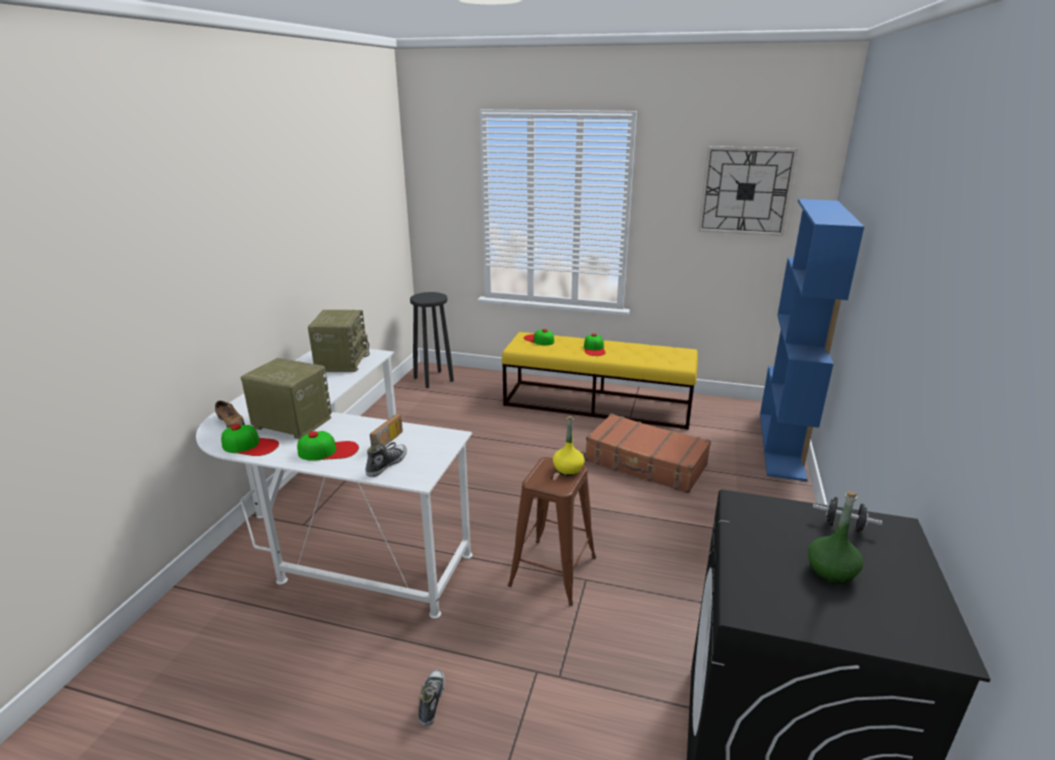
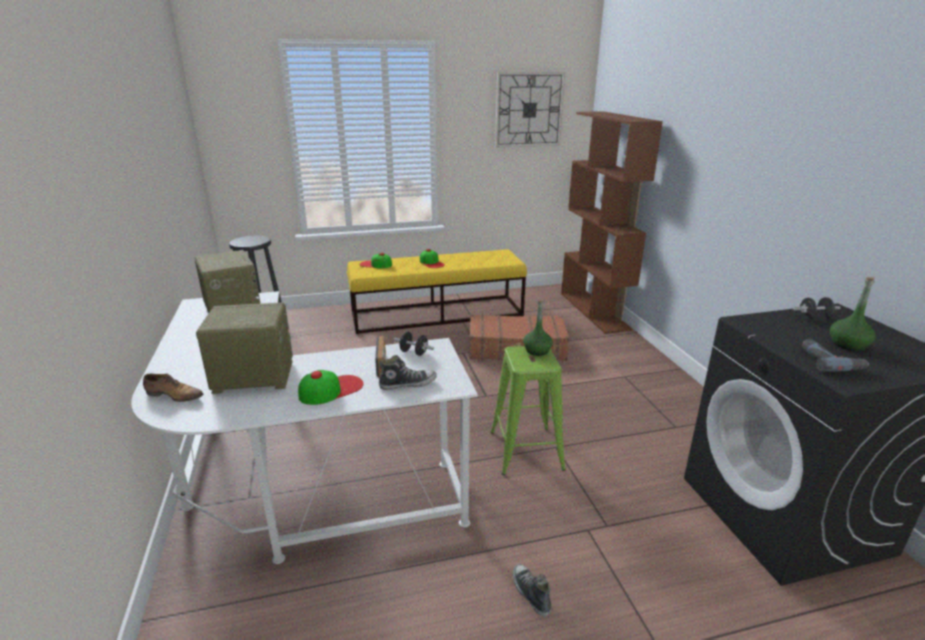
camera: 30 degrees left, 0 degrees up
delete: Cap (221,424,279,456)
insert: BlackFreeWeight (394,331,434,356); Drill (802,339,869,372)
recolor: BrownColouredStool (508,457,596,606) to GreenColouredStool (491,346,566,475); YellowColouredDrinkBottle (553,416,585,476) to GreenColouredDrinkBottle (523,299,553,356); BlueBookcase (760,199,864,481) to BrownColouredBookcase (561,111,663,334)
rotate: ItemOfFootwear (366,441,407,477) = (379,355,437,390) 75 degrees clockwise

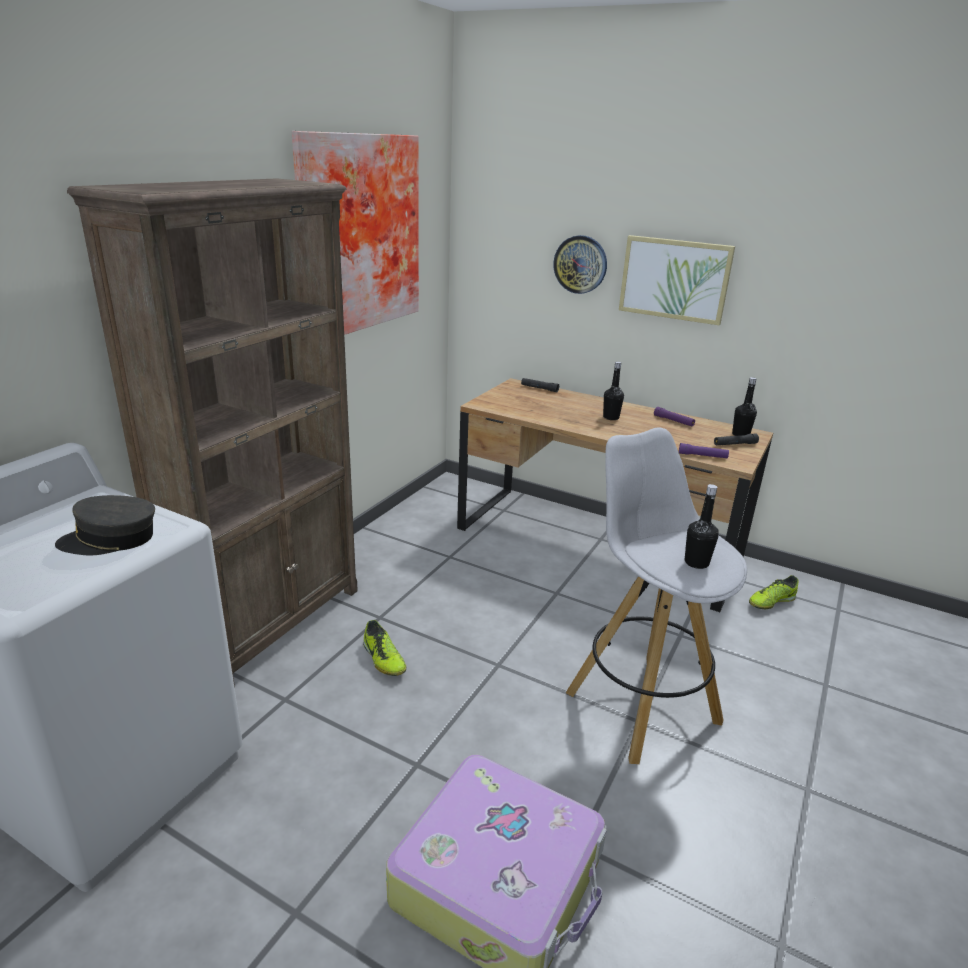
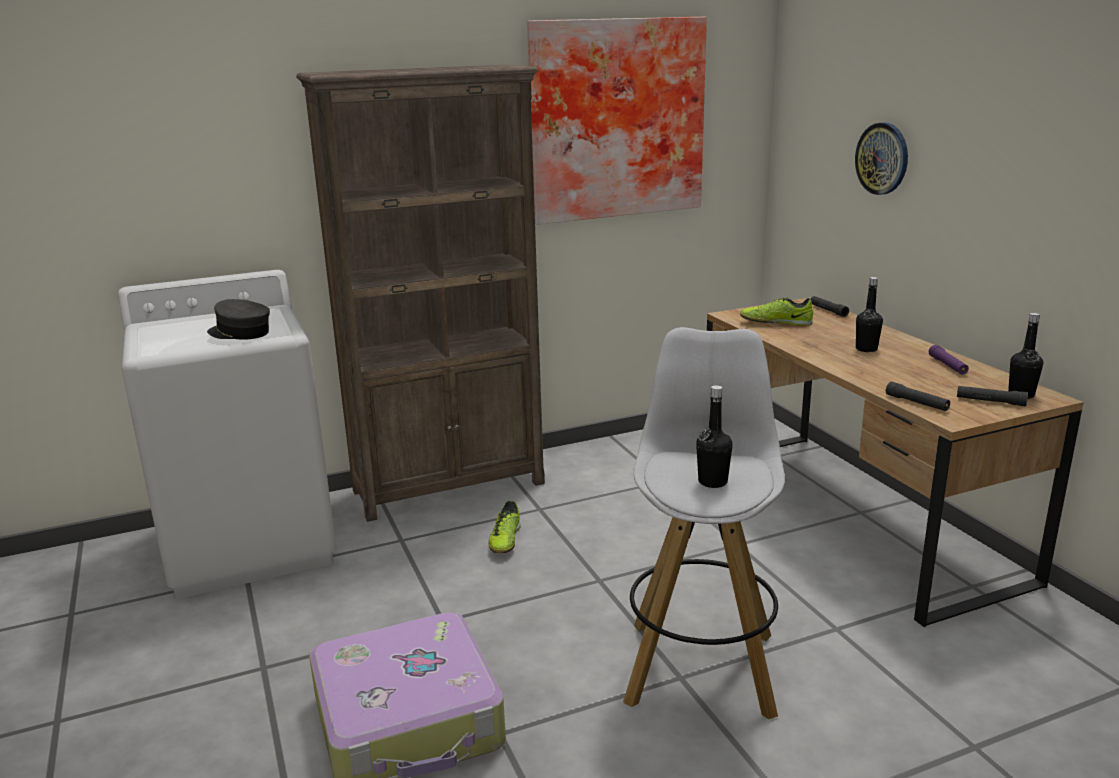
camera: 40 degrees right, 5 degrees down
delete: WallArt (619,235,735,325)
move: ItemOfFootwear (749,575,798,609) to (740,297,813,326)
recolor: PurpleColouredHandTorch (679,443,729,458) to BlackHandTorch (886,382,950,411)

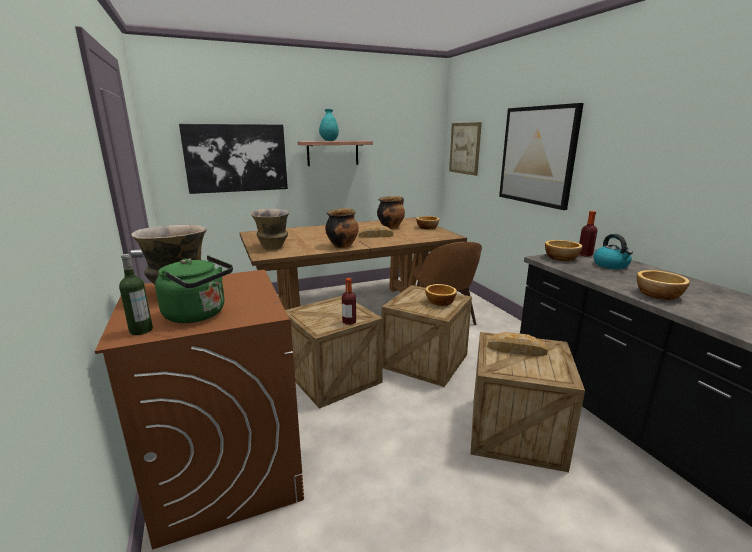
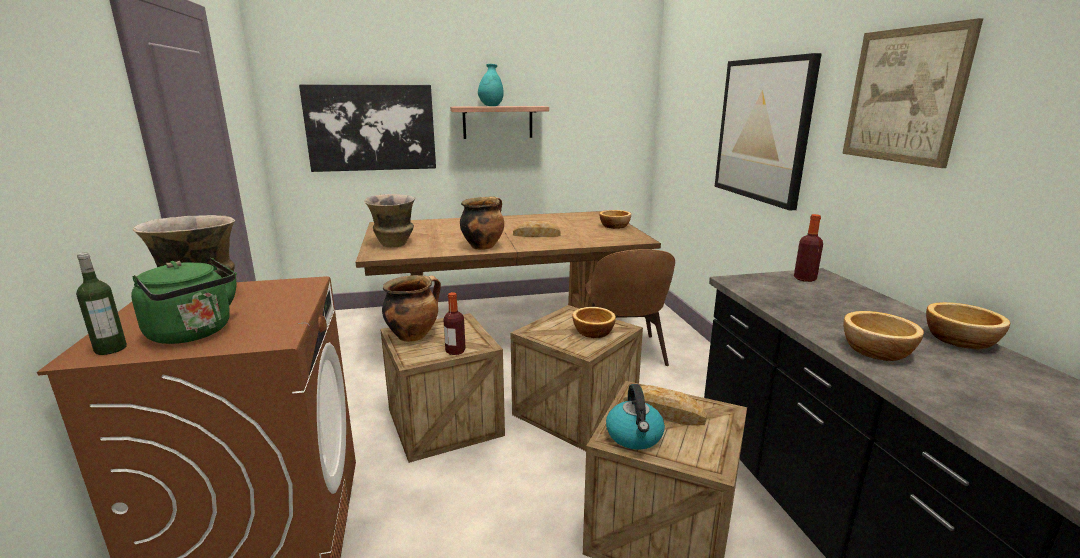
camera: 10 degrees right, 0 degrees up
move: Saucepot (377,196,405,229) to (382,275,441,342); WallArt (449,122,482,176) to (842,18,983,168); DeepDish (545,240,583,261) to (926,302,1010,349); TeaKettle (594,234,633,269) to (606,384,665,450)

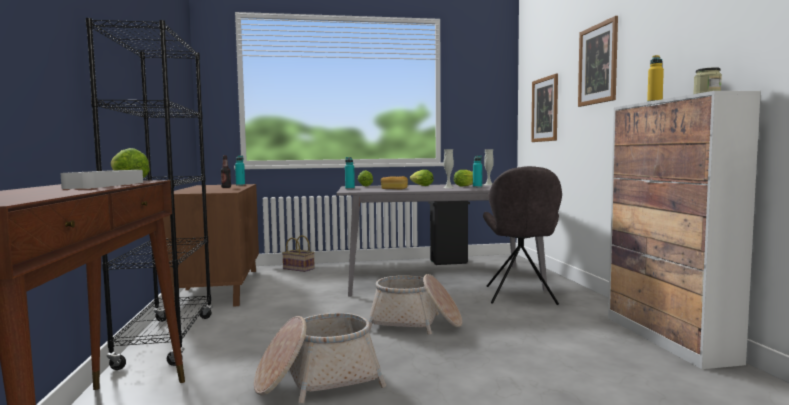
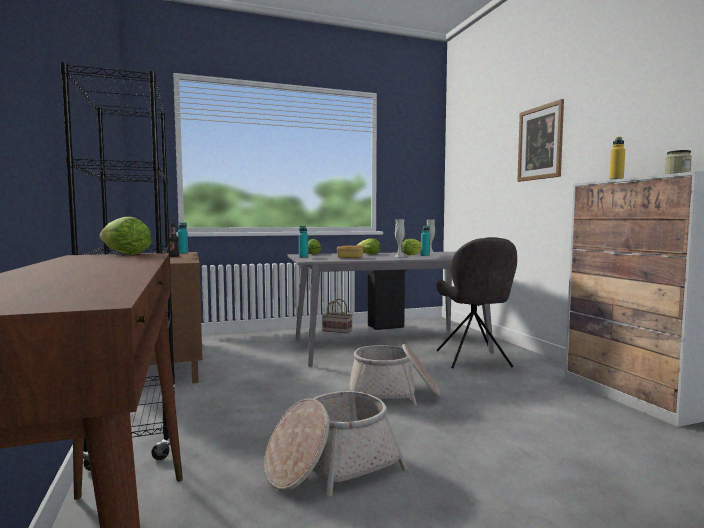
camera: 10 degrees left, 0 degrees up
delete: GreyServingTray (60,170,143,189); WallArt (531,74,558,142)
move: Basket (282,235,315,272) to (322,299,353,333)

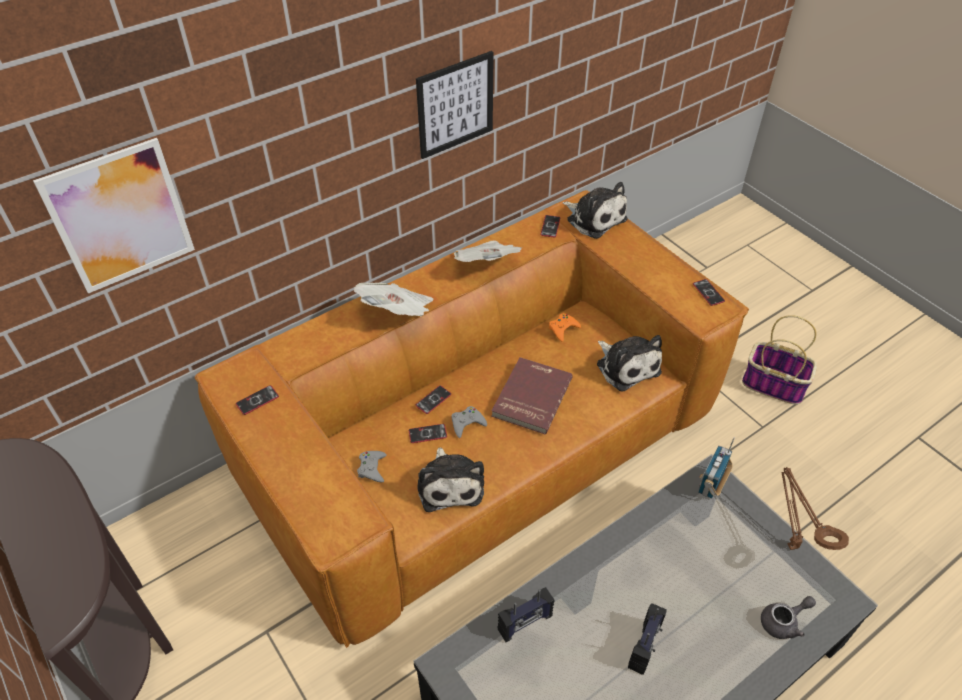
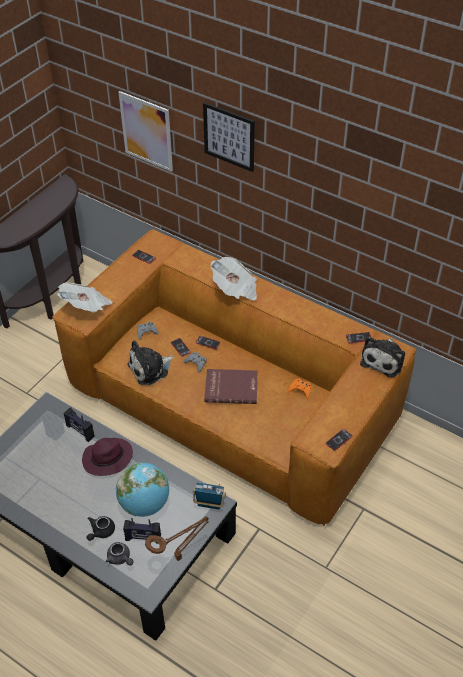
camera: 70 degrees right, 0 degrees up
delete: CuddlyToy (597,335,662,392); Basket (742,315,817,405)
insert: PurpleColouredClothingHat (82,438,133,476); BlackTeaPot (87,516,115,541); DeskGlobe (116,463,169,517)
move: WallArt (416,51,494,159) to (203,102,255,172); DailyPaper (454,240,522,262) to (57,282,113,312); Radio (628,603,667,675) to (123,518,161,544)

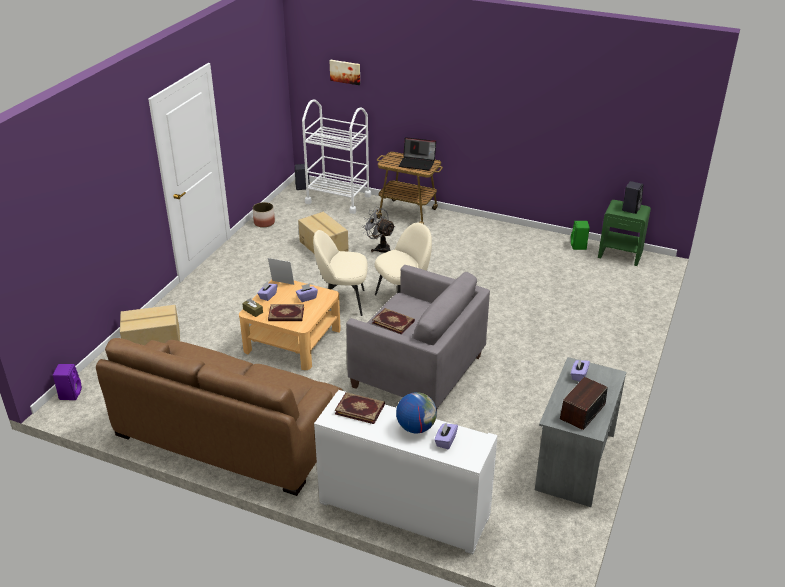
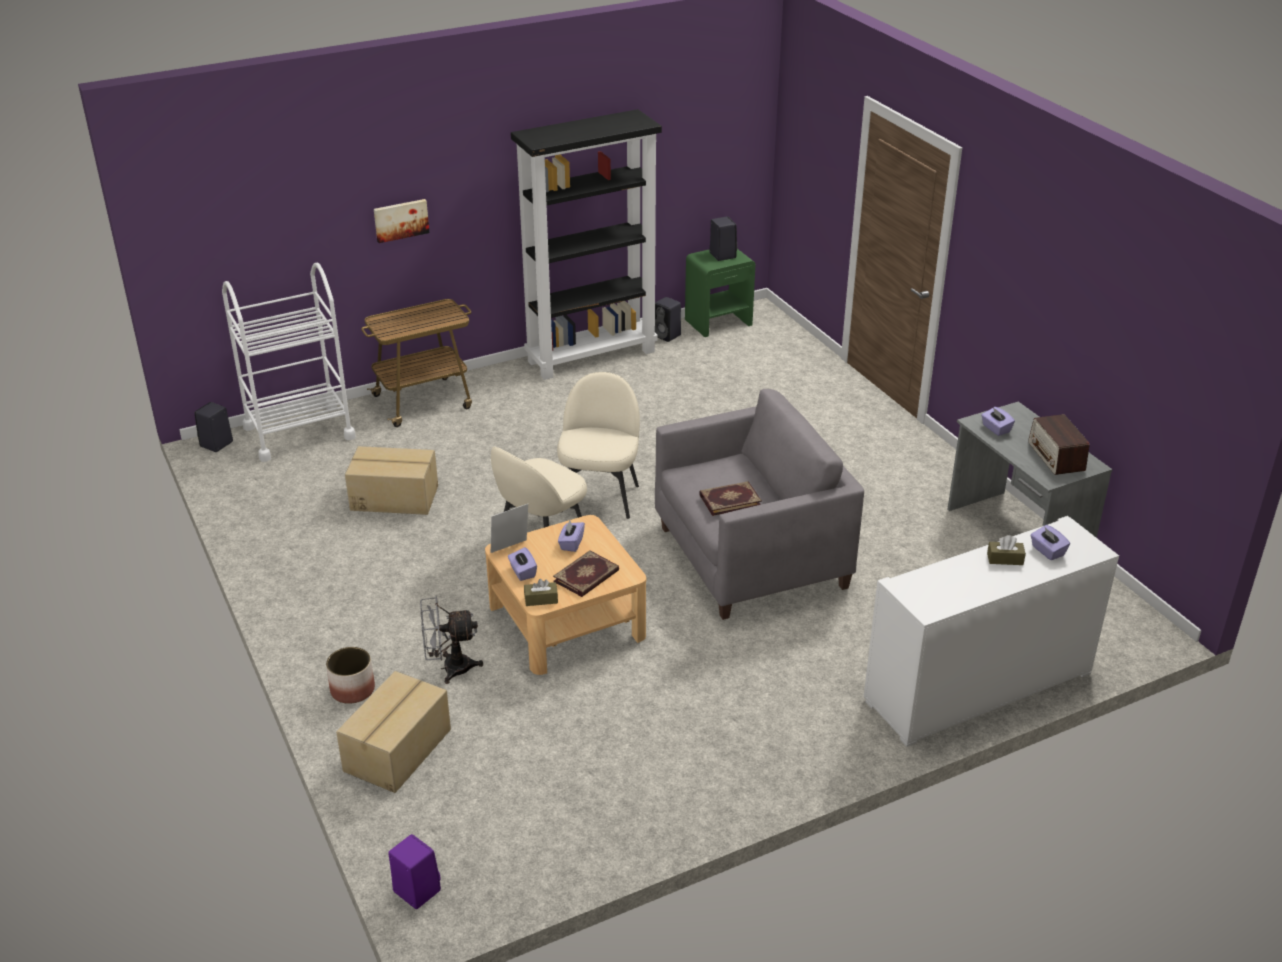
camera: 50 degrees left, 0 degrees up
delete: BrownColouredSettee (96,338,343,496); Volume (335,392,385,424); Laptop (399,137,436,171)
insert: BlackBookcase (511,109,662,380)
move: Planter (253,202,275,228) to (326,647,375,704); WallArt (329,60,360,85) to (374,199,429,243); GreyFan (363,207,395,253) to (420,596,483,684)
replace: DeskGlobe (396,392,437,433) to BrownColouredTissueHolder (987,535,1026,565)
recolor: GreenColouredSpeaker (571,221,590,250) to BlackSpeaker (655,297,681,342)

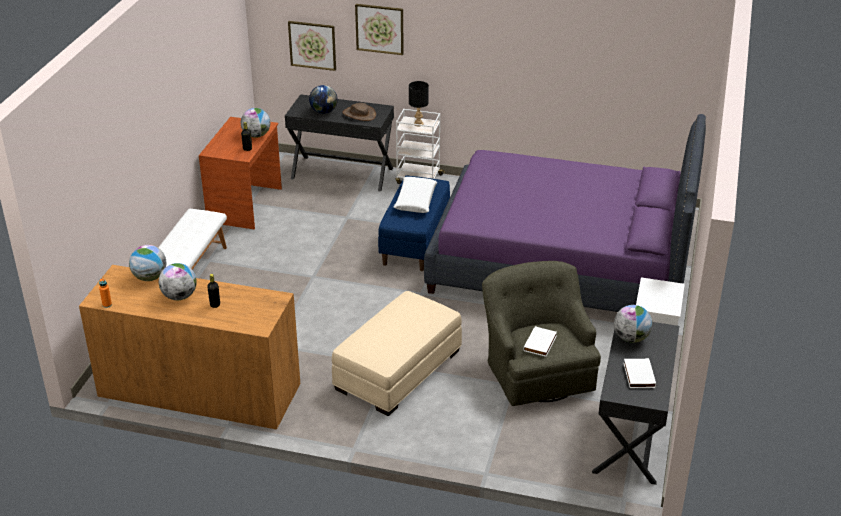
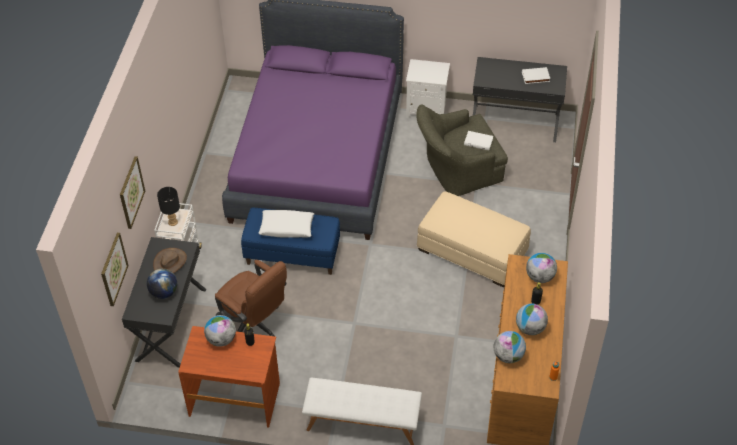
camera: 95 degrees left, 15 degrees up
insert: BrownColouredDeskChair (215,260,287,336)
move: DeskGlobe (614,305,652,343) to (526,252,557,283)

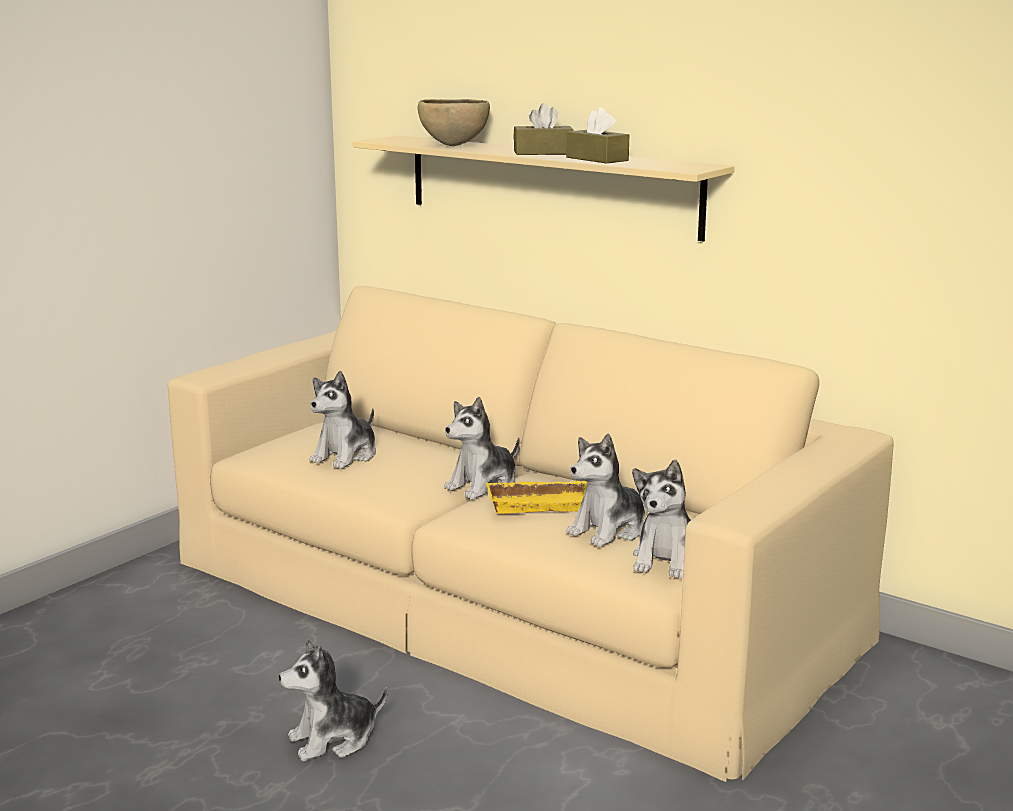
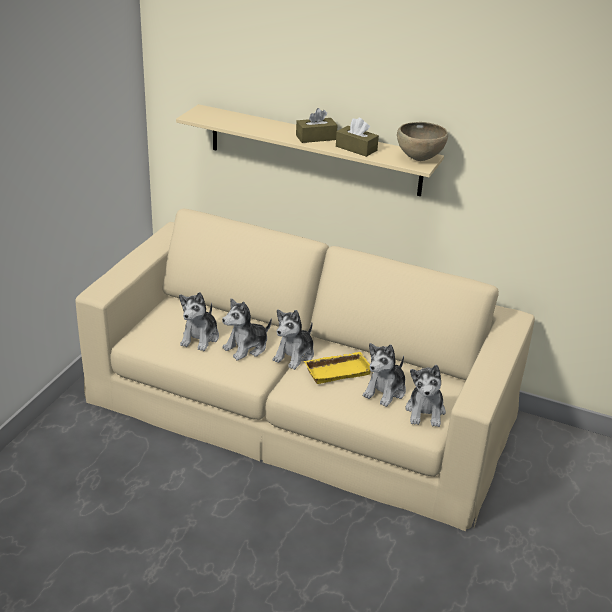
camera: 15 degrees left, 15 degrees up
move: CuddlyToy (279,639,388,761) to (222,298,272,360); BrownColouredDeepDish (418,99,490,146) to (397,122,448,161)

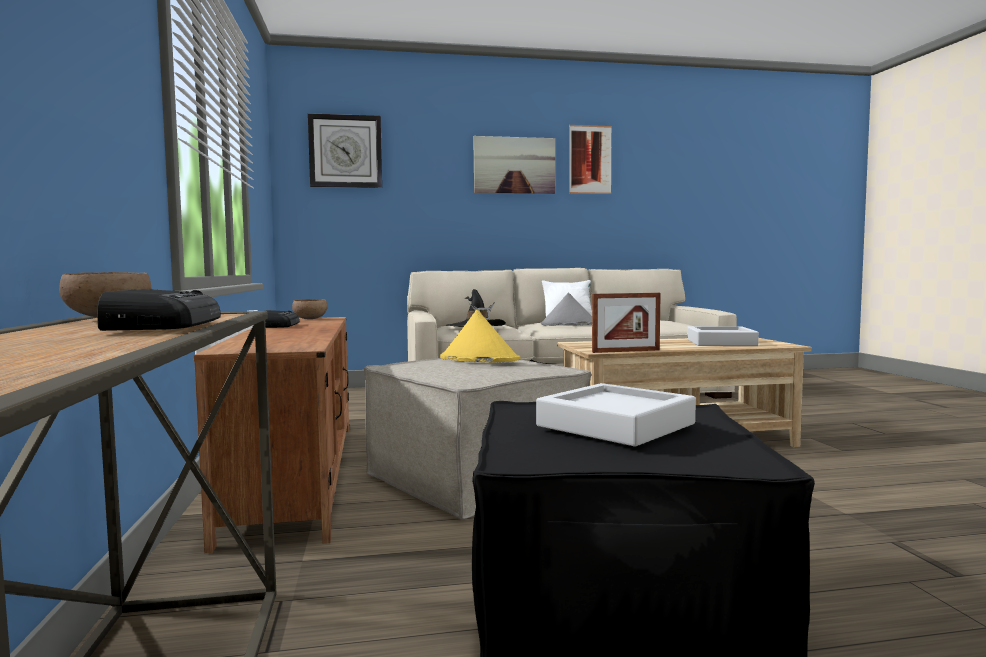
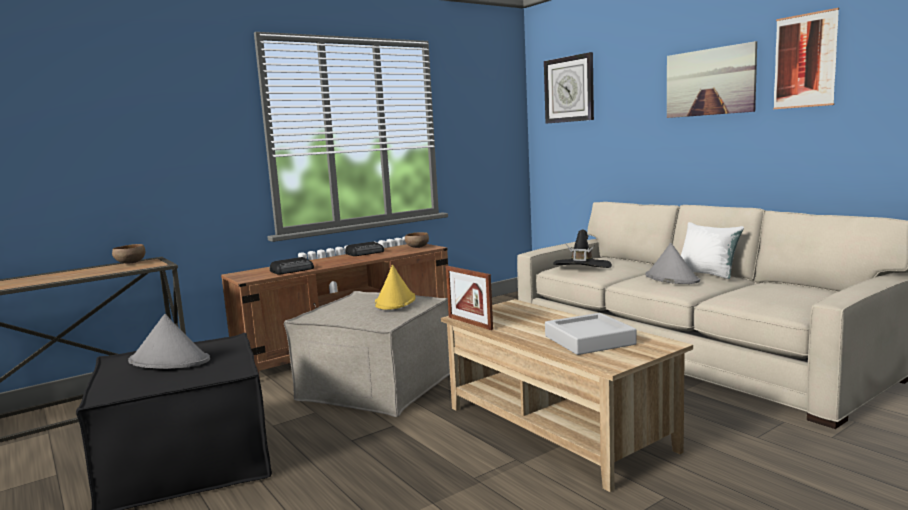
camera: 65 degrees right, 5 degrees up
move: Radio (97,289,221,331) to (270,257,314,274)
replace: GreyServingTray (536,383,696,446) to GreyClothingHat (128,314,210,369)

